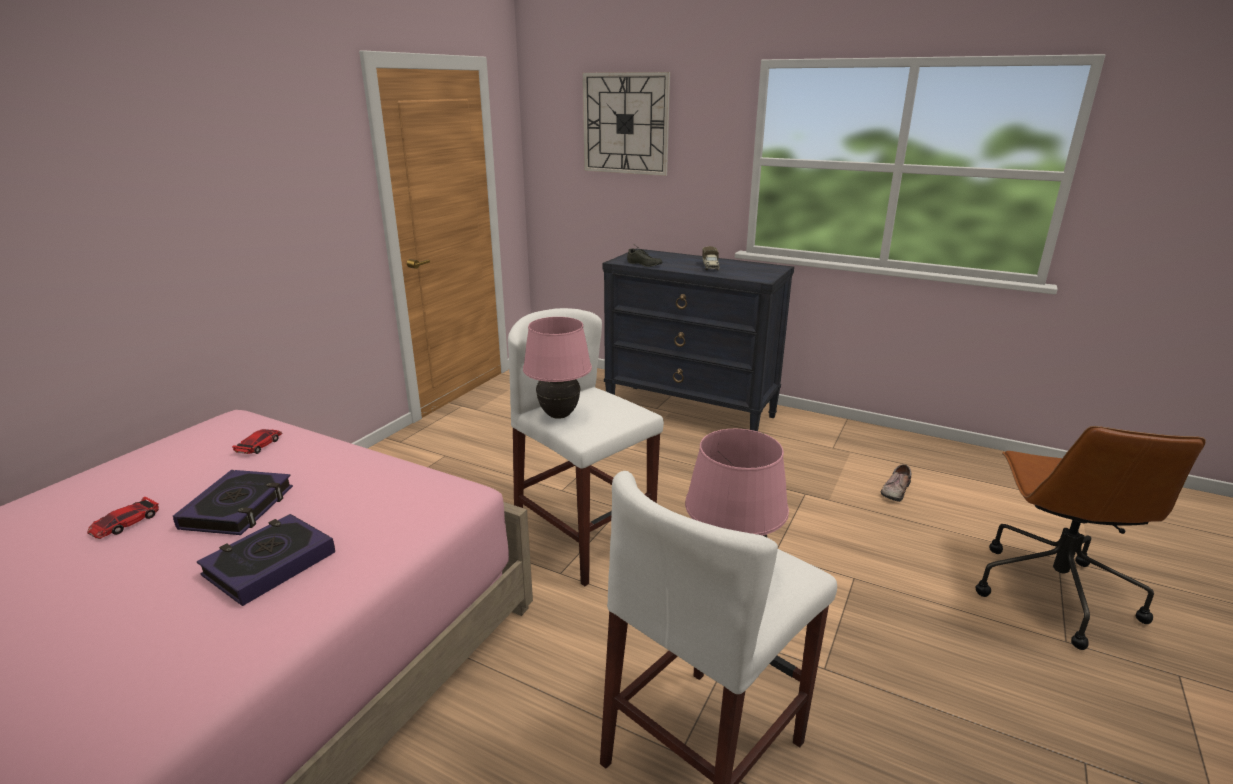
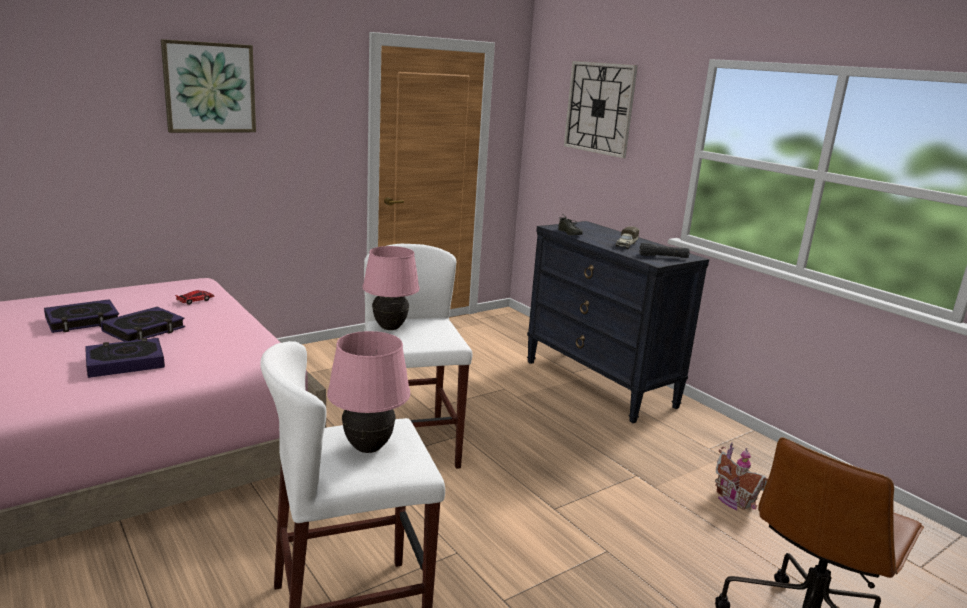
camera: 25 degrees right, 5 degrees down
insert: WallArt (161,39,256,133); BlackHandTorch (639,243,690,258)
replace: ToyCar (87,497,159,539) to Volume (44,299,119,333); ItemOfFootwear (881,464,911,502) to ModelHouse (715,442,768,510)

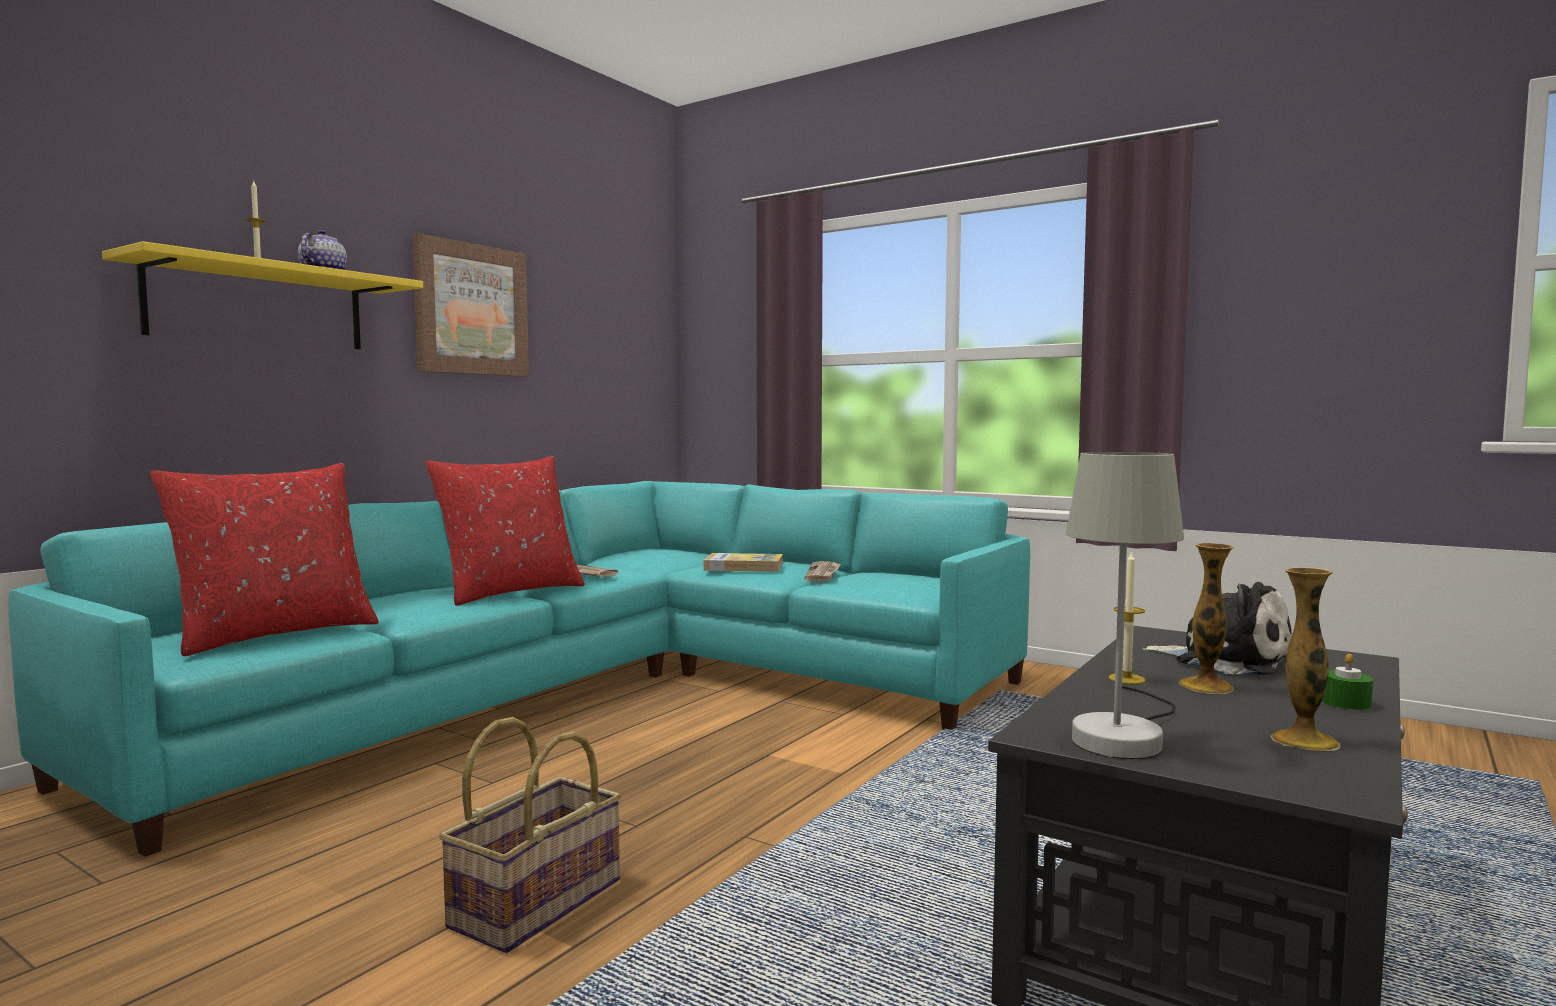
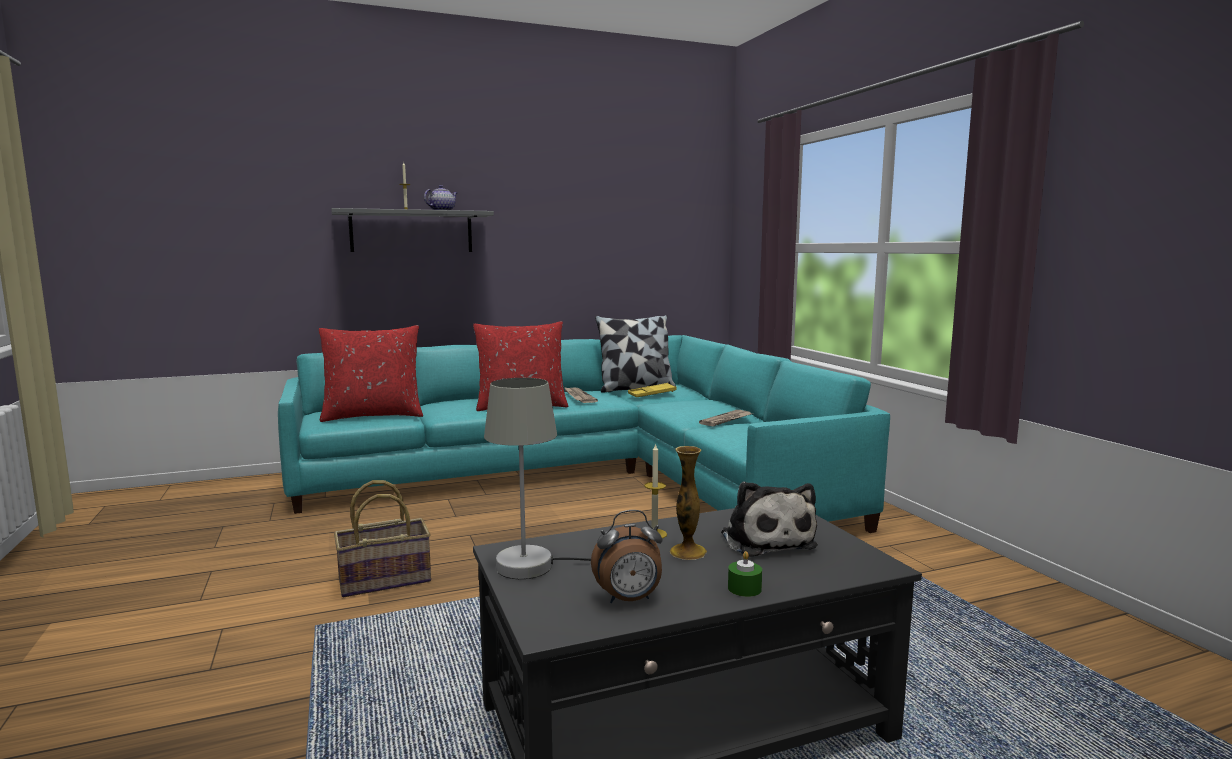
camera: 35 degrees right, 5 degrees up
delete: WallArt (412,233,529,377); Volume (703,553,783,572)
insert: ThrowPillow (595,315,676,393); YellowColouredServingTray (628,383,677,397)
replace: DecorativeVase (1271,567,1340,751) to AlarmClock (591,510,663,603)
recolor: YellowColouredShelf (102,241,423,350) to GreyShelf (331,208,494,252)

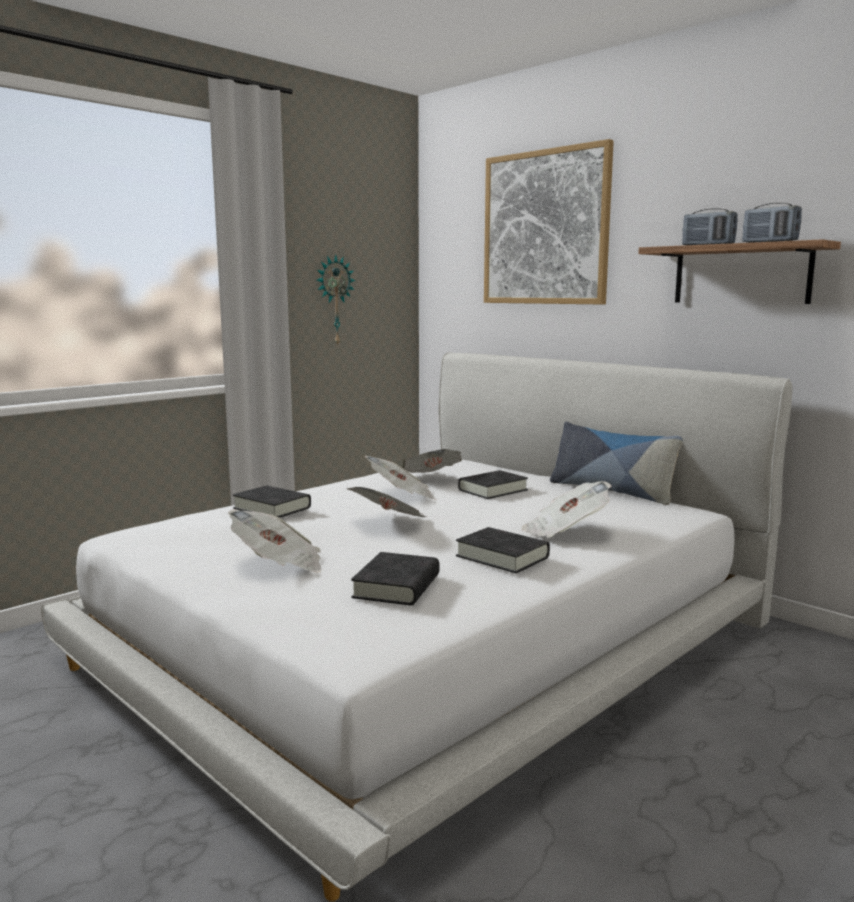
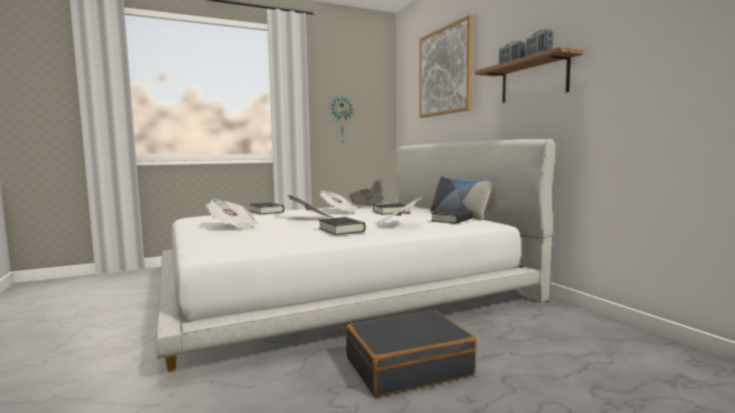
camera: 20 degrees right, 5 degrees down
insert: BlackPieceOfLuggage (346,310,477,398)
move: BlackVolume (351,552,440,605) to (431,209,473,224)

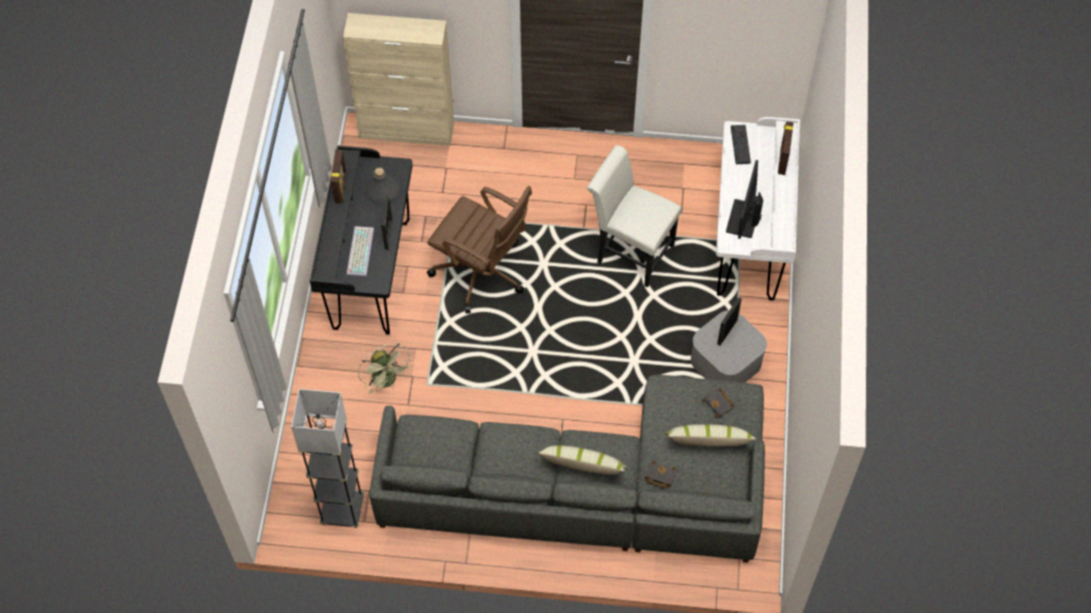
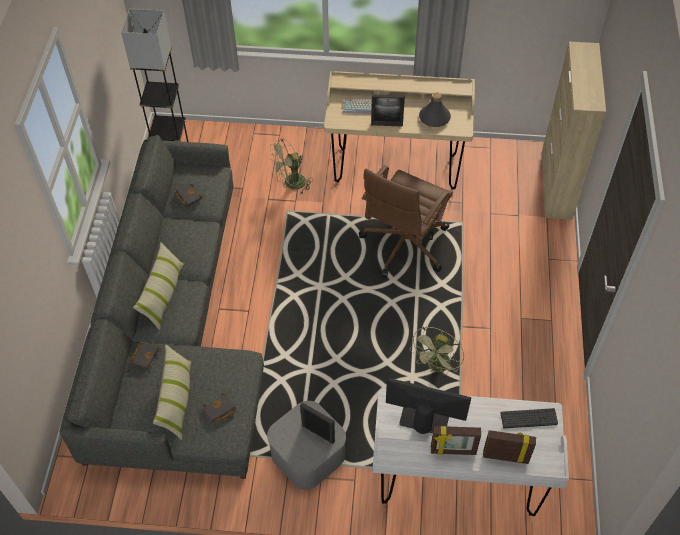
camera: 90 degrees right, 5 degrees down
insert: BlackVolume (174,183,203,207)
move: StandingFrame (331,150,347,203) to (431,426,481,455)
replace: WhiteChair (587,145,682,287) to GreenColouredFan (410,327,464,376)
recolor: BlackDeskTable (310,145,413,335) to BeigeDeskTable (324,71,475,190)

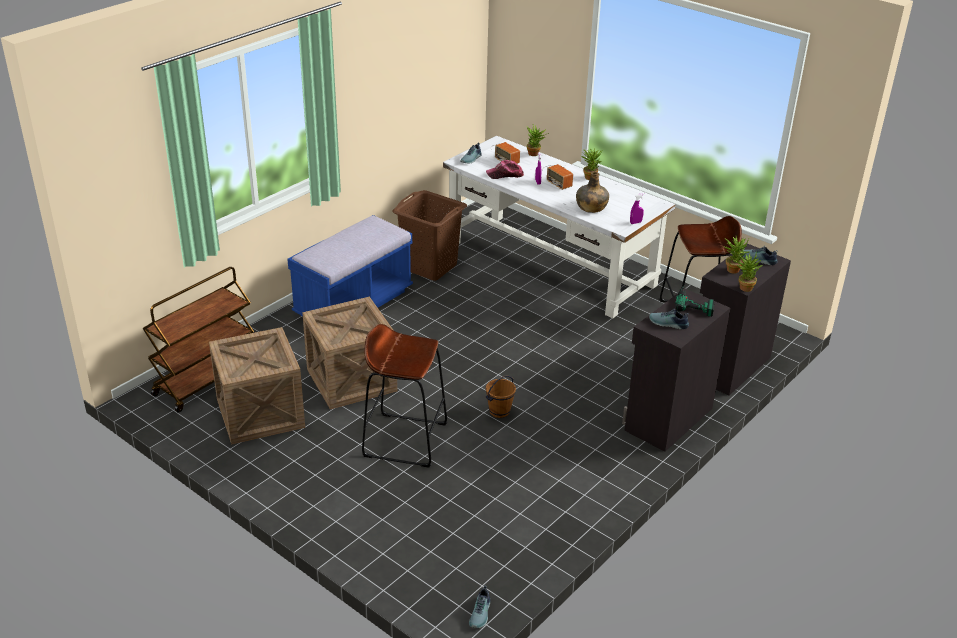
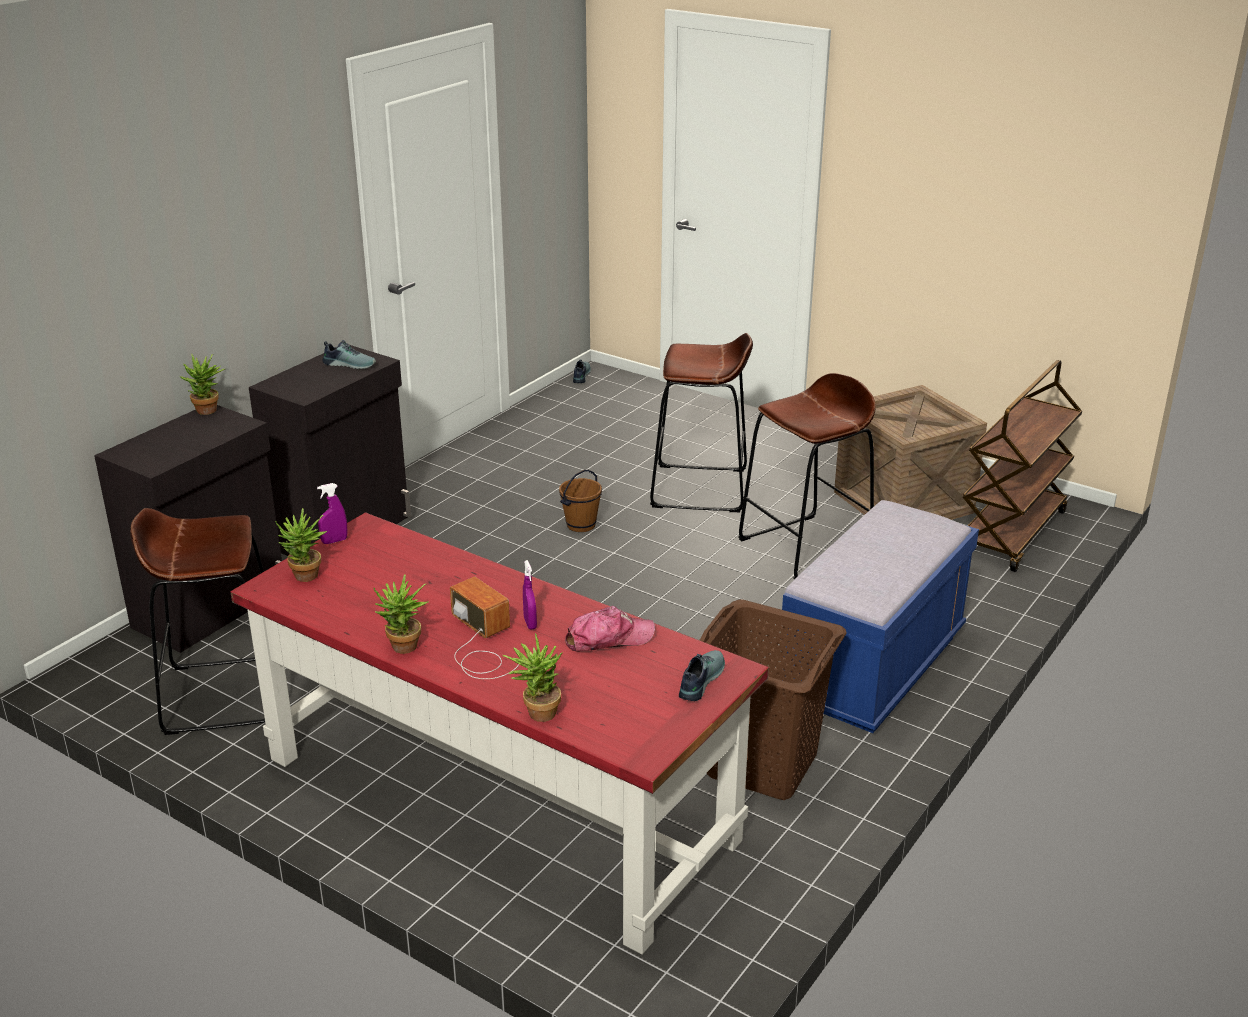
camera: 175 degrees right, 5 degrees down
delete: Radio (491,142,520,164); GreenColouredDrinkBottle (576,171,609,213); Drill (675,288,714,317); ItemOfFootwear (741,246,778,265)
move: PlantInAPot (723,236,750,274) to (275,508,327,582)
replace: PackingCrate (302,297,397,410) to BrownColouredStool (738,373,876,579)
recolor: WhiteDeskTable (443,136,675,318) to ReddishDeskTable (230,512,769,955)

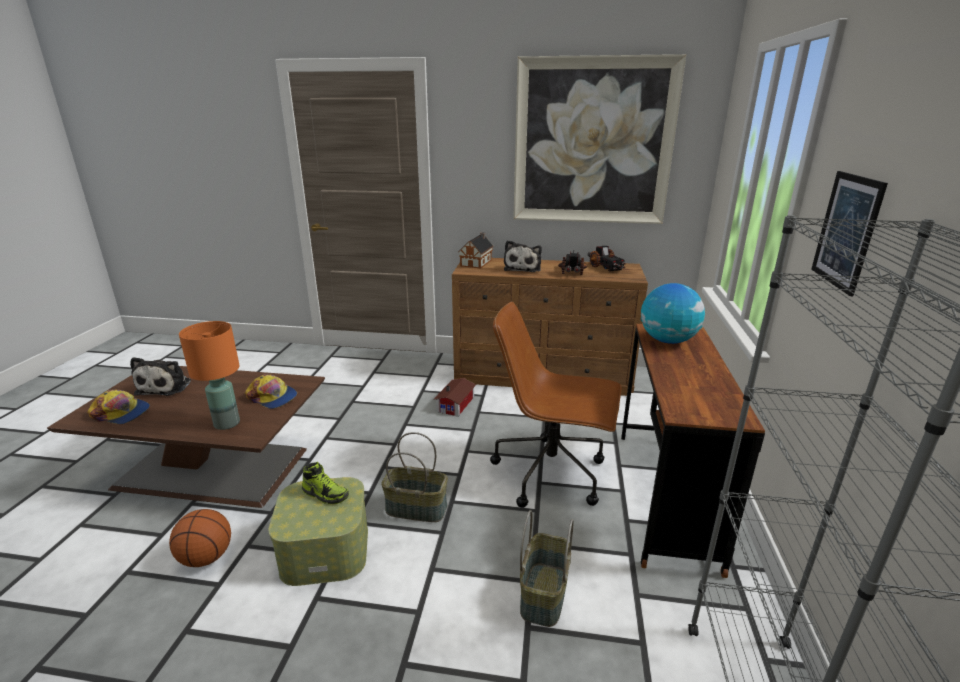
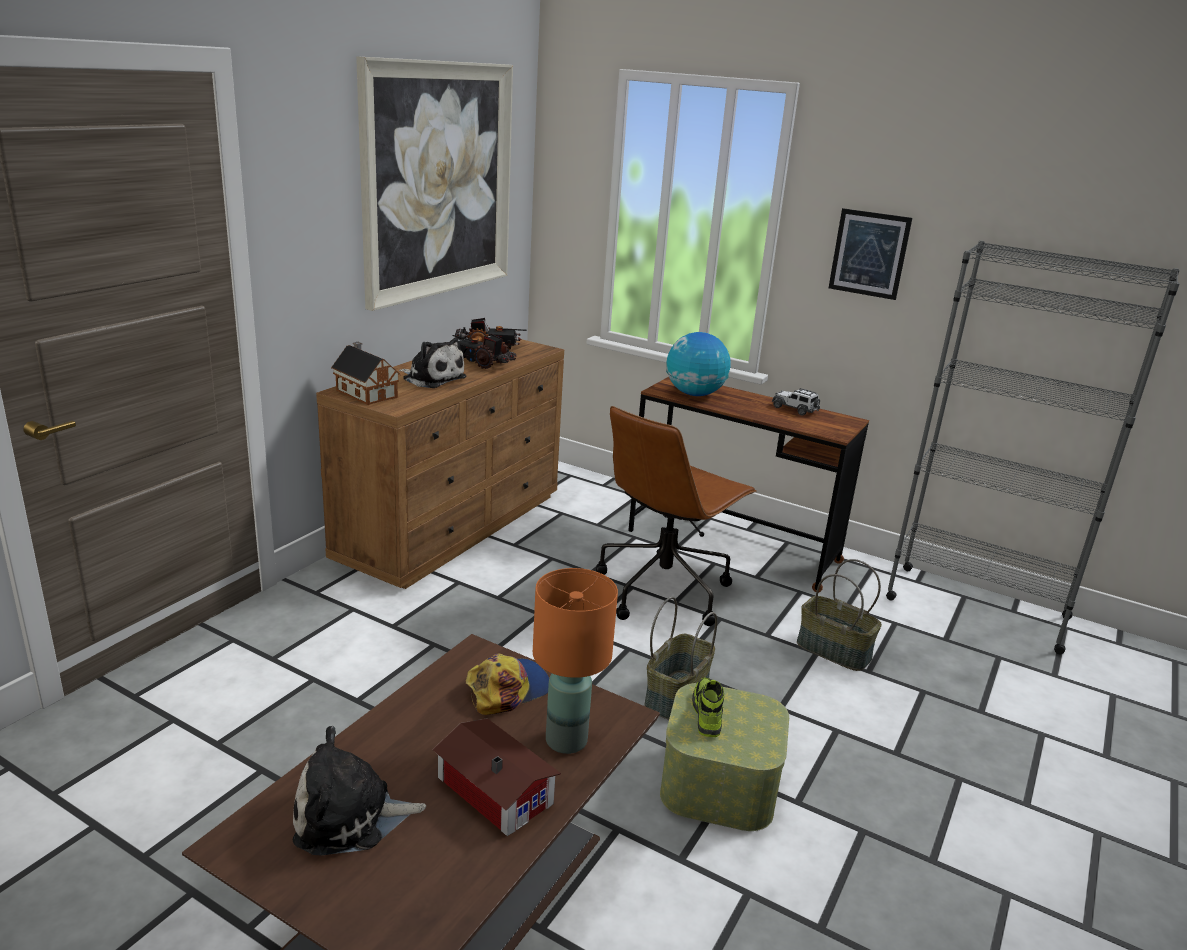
camera: 70 degrees left, 0 degrees up
delete: Cap (87,389,150,424); BallForBasketball (169,509,231,567)
insert: ToyCar (772,388,820,415)
move: ModelHouse (434,378,476,417) to (432,718,561,836)
rotate: CuddlyToy (130,357,191,396) = (293,726,426,855) 150 degrees clockwise; ItemOfFootwear (302,462,349,504) = (692,677,724,737) 45 degrees counterclockwise

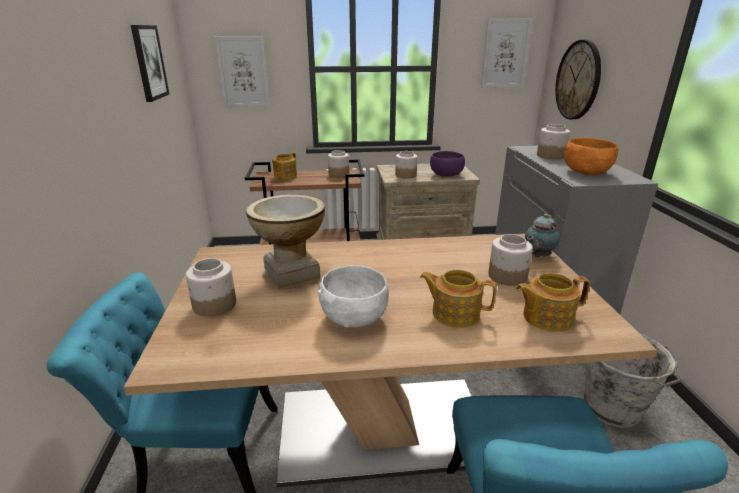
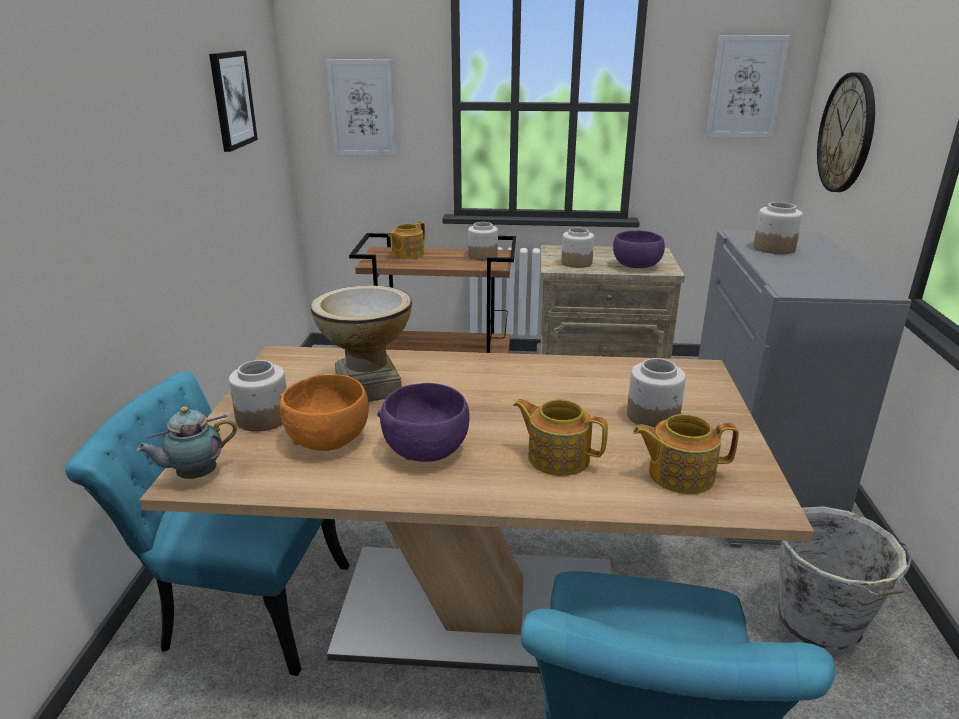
camera: 10 degrees right, 0 degrees up
move: TeaPot (525,214,560,257) to (136,406,237,479); OrangeDeepDish (564,138,618,175) to (279,374,369,451)
recolor: WhiteDeepDish (317,265,389,328) to PurpleColouredDeepDish (377,383,470,462)

